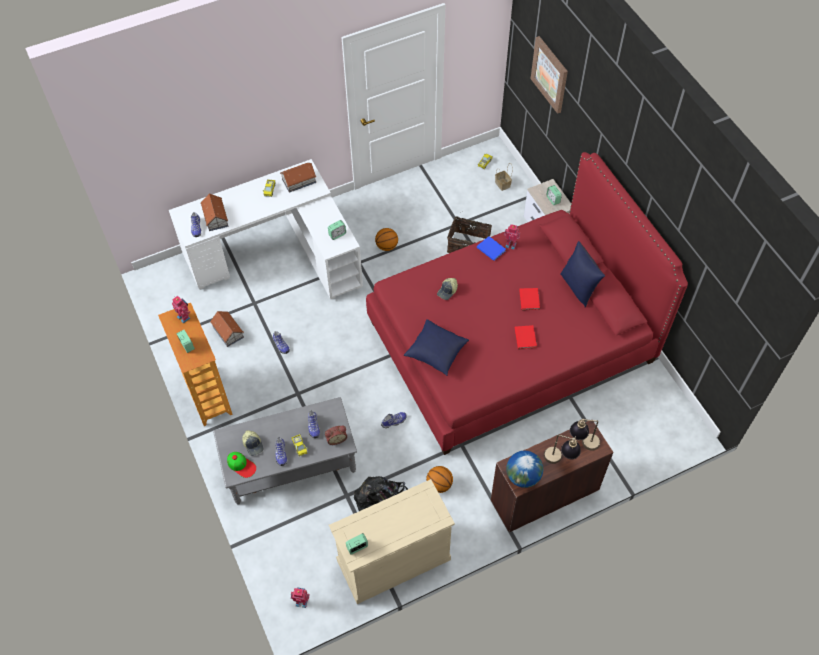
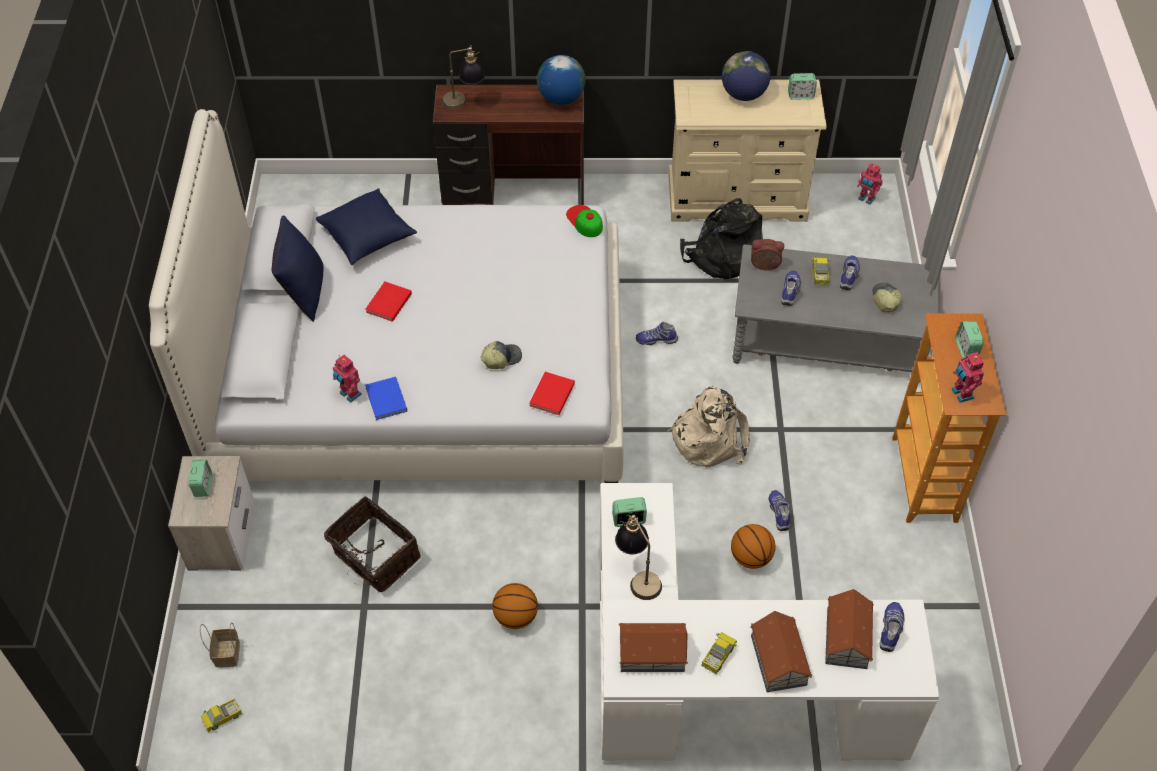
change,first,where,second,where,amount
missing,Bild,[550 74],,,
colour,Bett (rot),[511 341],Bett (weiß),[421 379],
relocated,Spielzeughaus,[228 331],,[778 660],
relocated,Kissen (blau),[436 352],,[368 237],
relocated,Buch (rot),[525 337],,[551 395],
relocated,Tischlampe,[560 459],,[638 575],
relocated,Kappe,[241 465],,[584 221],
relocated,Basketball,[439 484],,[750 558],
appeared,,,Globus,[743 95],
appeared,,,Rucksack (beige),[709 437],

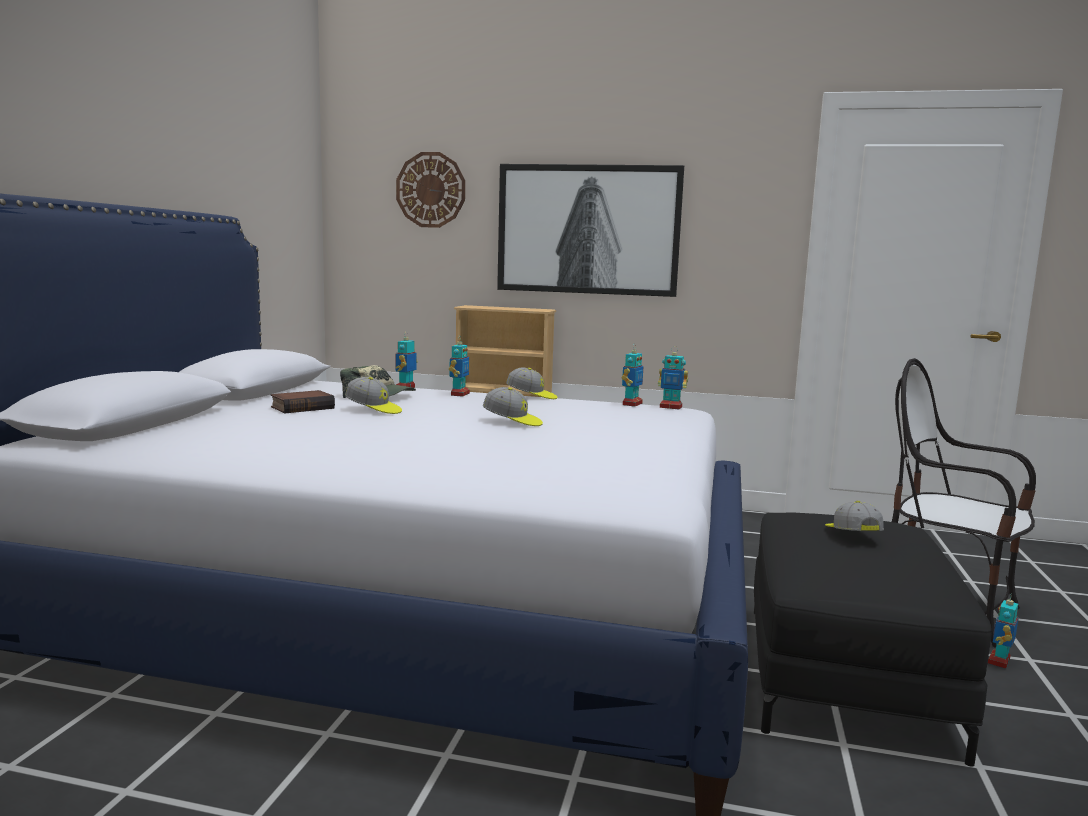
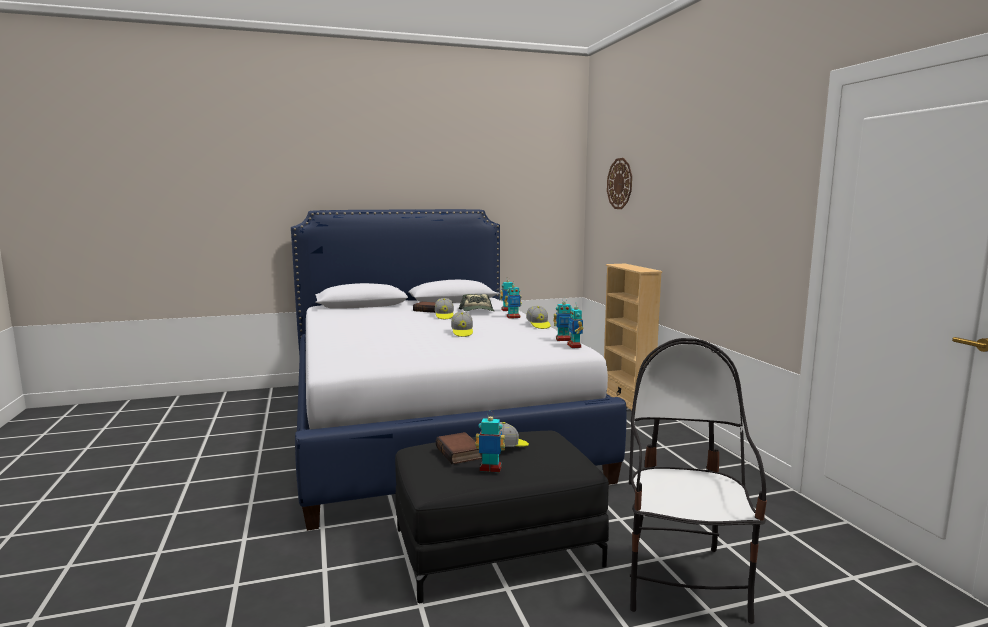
change,first,where,second,where,amount
missing,Bild,[588 230],,,
relocated,Spielzeugroboter,[999 661],,[490 469],
appeared,,,Buch,[460 453],

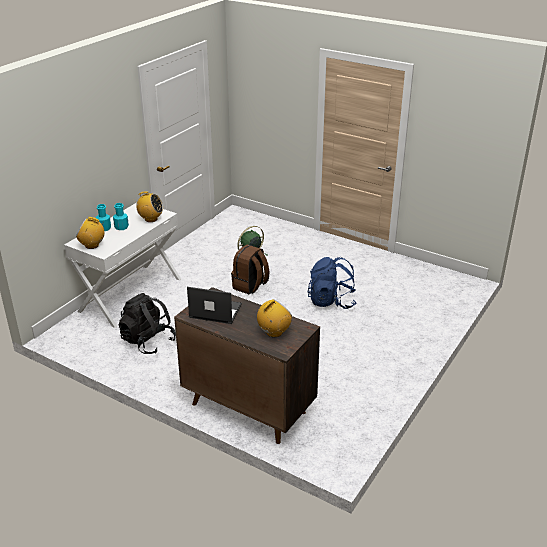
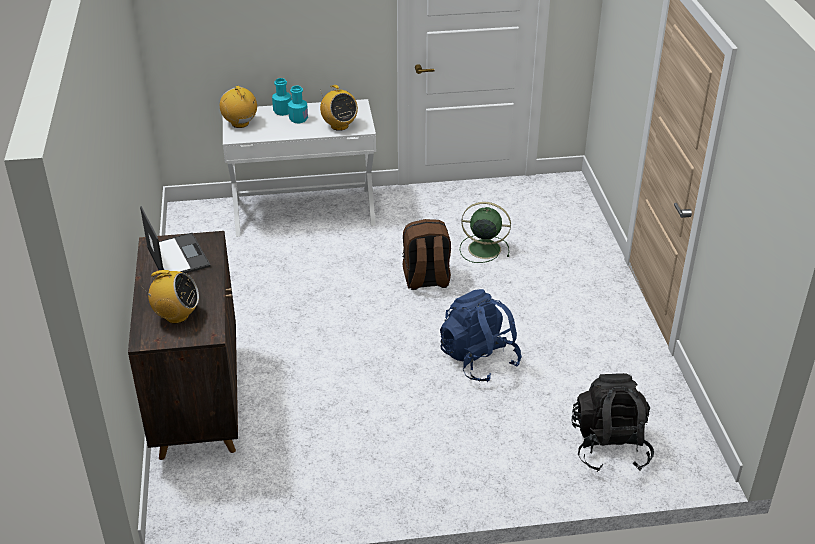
change,first,where,second,where,amount
relocated,Rucksack (schwarz),[148 341],,[609 447],

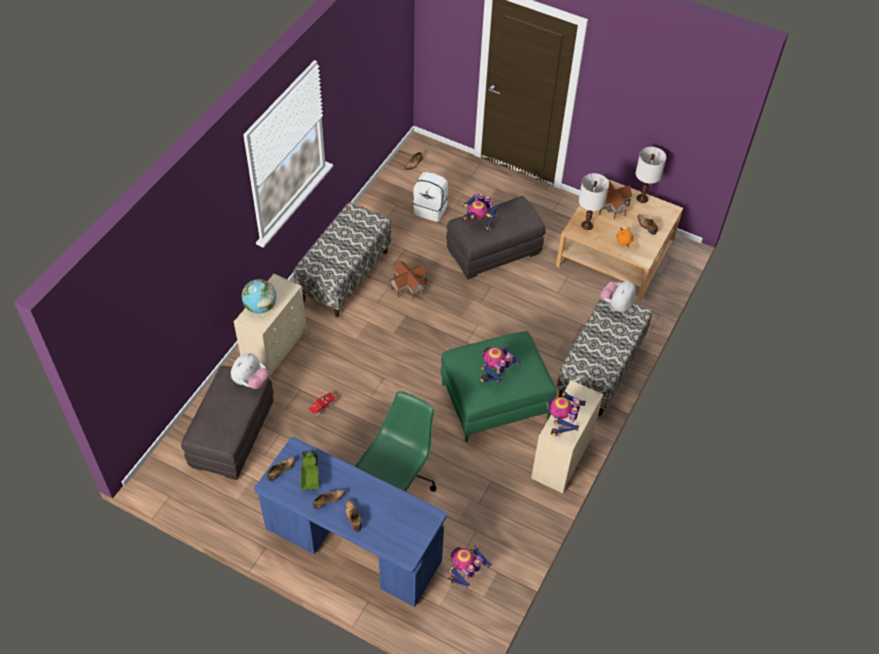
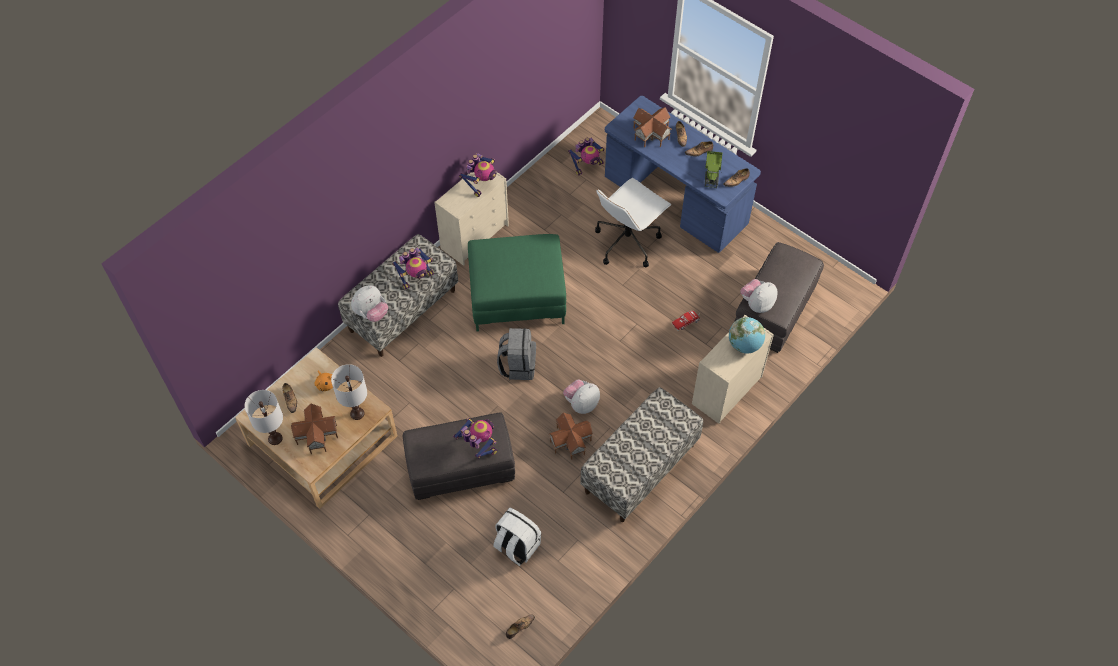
change,first,where,second,where,amount
relocated,Spielzeugroboter,[496 374],,[416 277],
colour,Bürostuhl (grün),[397 483],Bürostuhl (weiß),[627 242],
appeared,,,Spielzeughaus,[652 133],
appeared,,,Rucksack (grau),[518 365],
appeared,,,Plüschtier,[581 403],

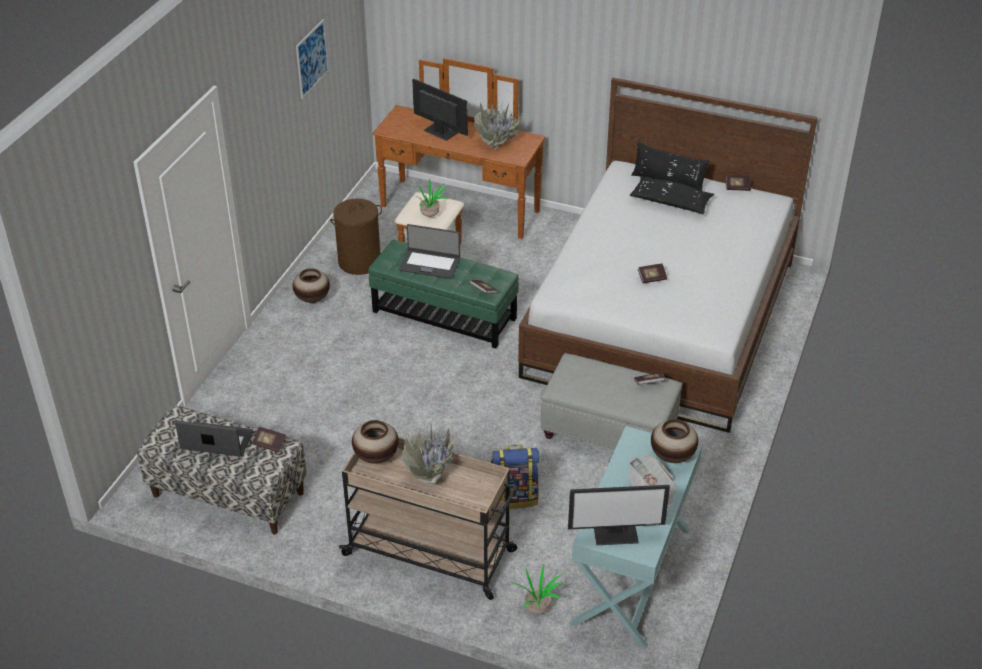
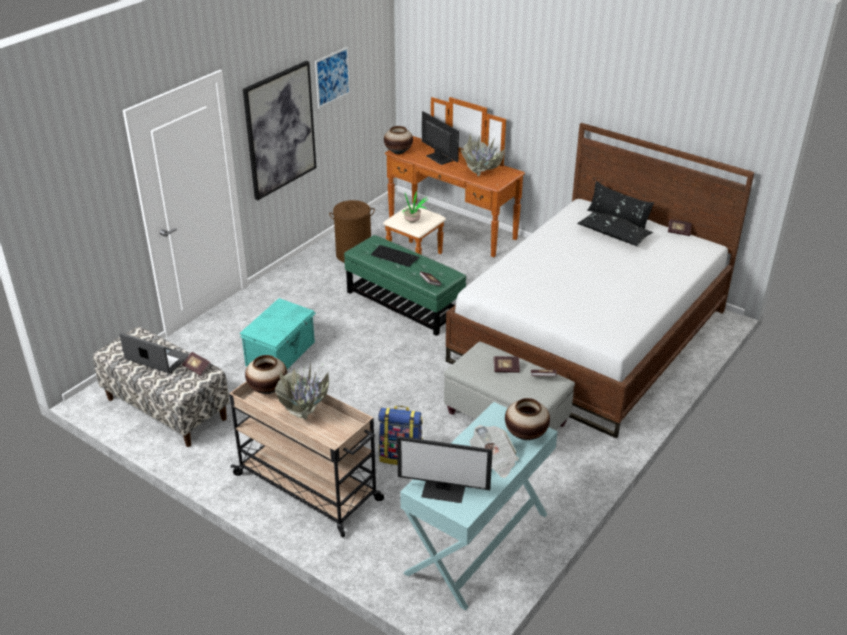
change,first,where,second,where,amount
exchanged,Laptop,[429 264],Tastatur,[394 256],
relocated,Buch,[652 278],,[506 369],
relocated,Vase,[312 298],,[398 152],
missing,Topfpflanze,[537 608],,,
appeared,,,Bild,[280 130],
appeared,,,Aufbewahrungsbox (türkis),[281 353],

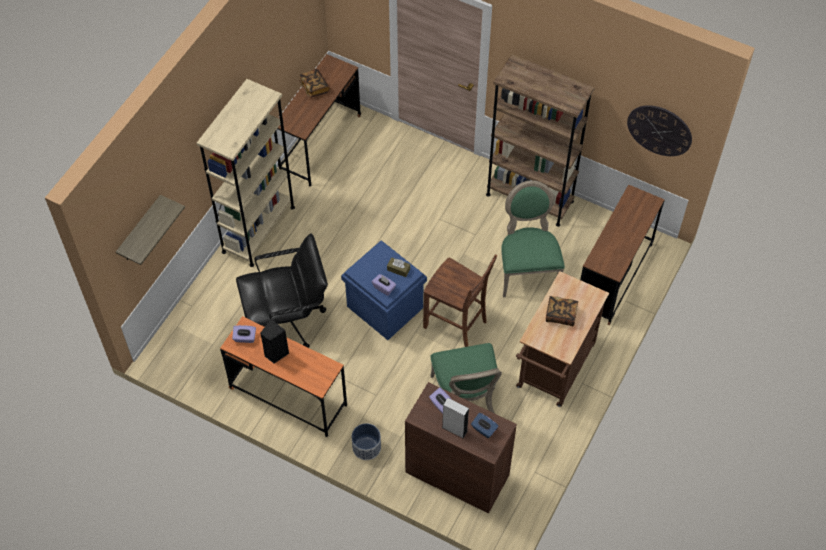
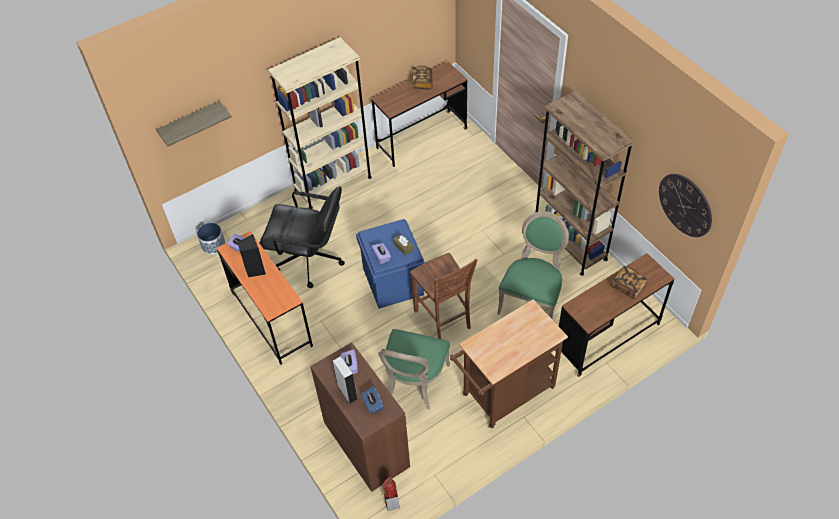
change,first,where,second,where,amount
relocated,Buch,[561 315],,[628 287],
relocated,Pflanzkübel,[366 447],,[213 245],
appeared,,,Feuerlöscher,[391 503],

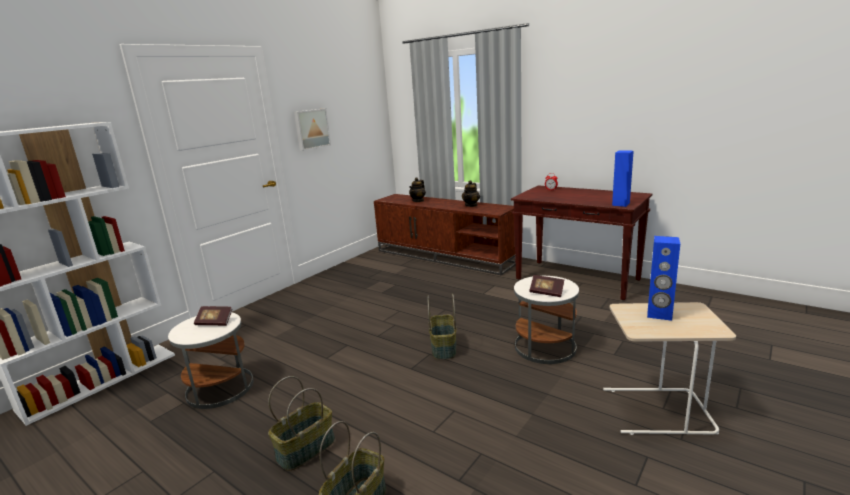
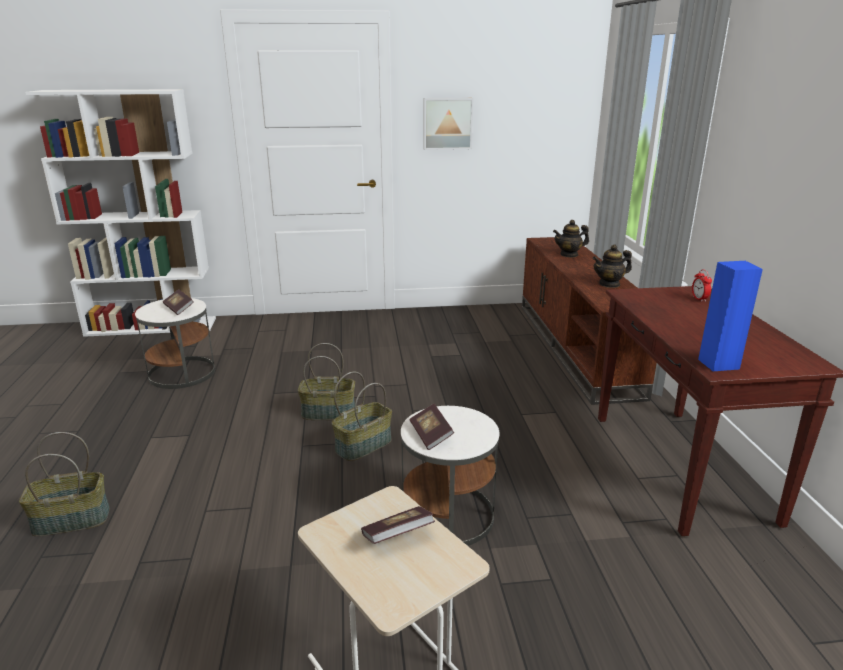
change,first,where,second,where,amount
exchanged,Lautsprecher (blau),[659 314],Buch,[397 536],
relocated,Korb,[306 449],,[329 412],

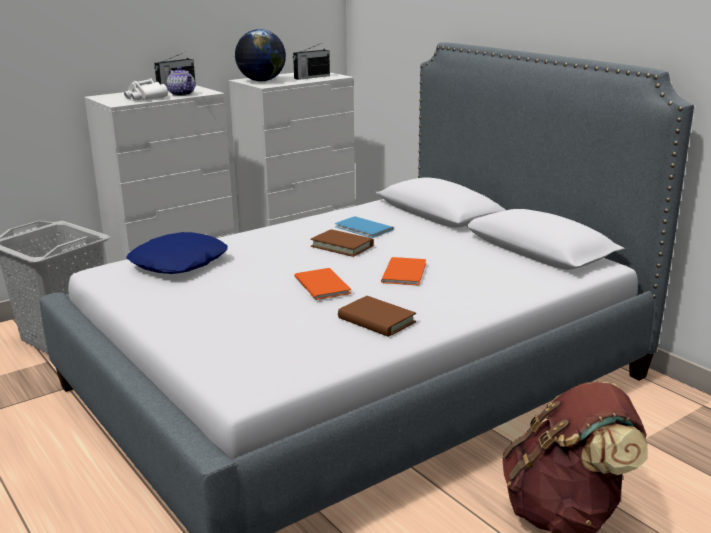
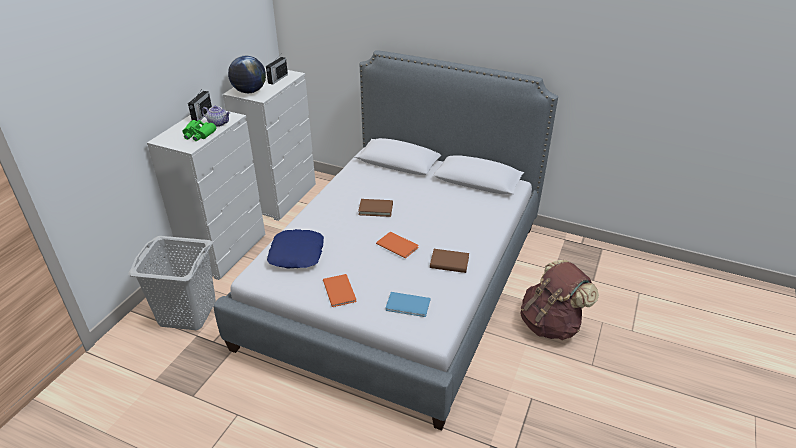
change,first,where,second,where,amount
colour,Fernglas (weiß),[145 98],Fernglas (grün),[198 134],
relocated,Buch (blau),[363 229],,[409 306],
relocated,Buch (orange),[406 272],,[340 290],

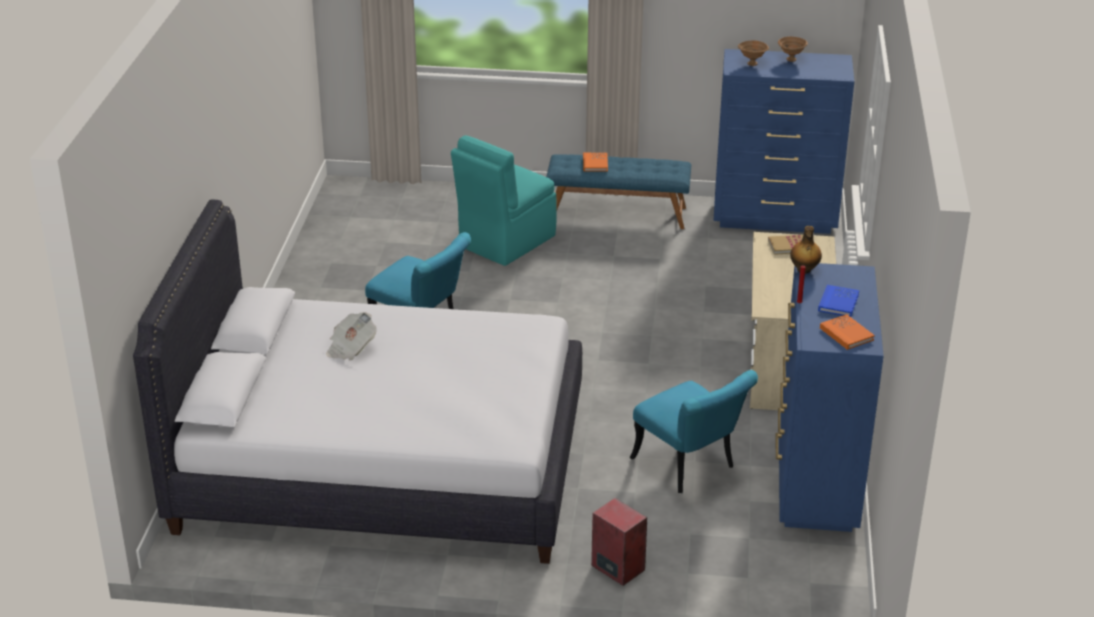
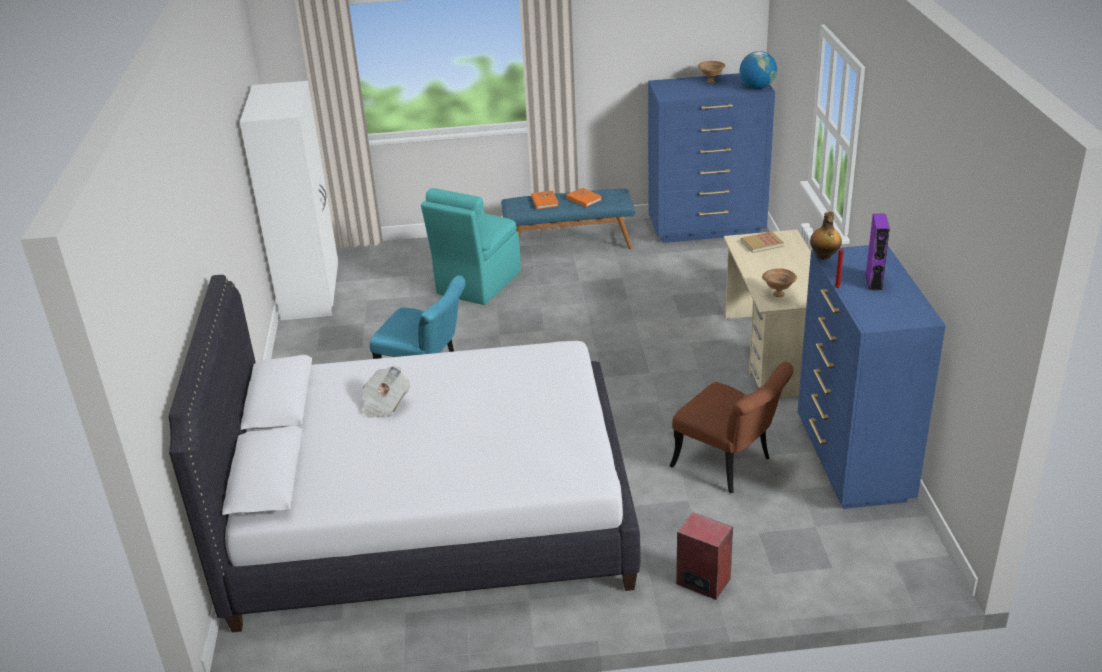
change,first,where,second,where,amount
relocated,Schüssel (braun),[751 63],,[777 294],
exchanged,Buch (blau),[838 303],Lautsprecher (lila),[873 282],
relocated,Buch (orange),[846 334],,[584 199],
colour,Stuhl (türkis),[690 467],Stuhl (braun),[729 466],
appeared,,,Globus,[757 87],
appeared,,,Kleiderschrank (weiß),[311 293],

